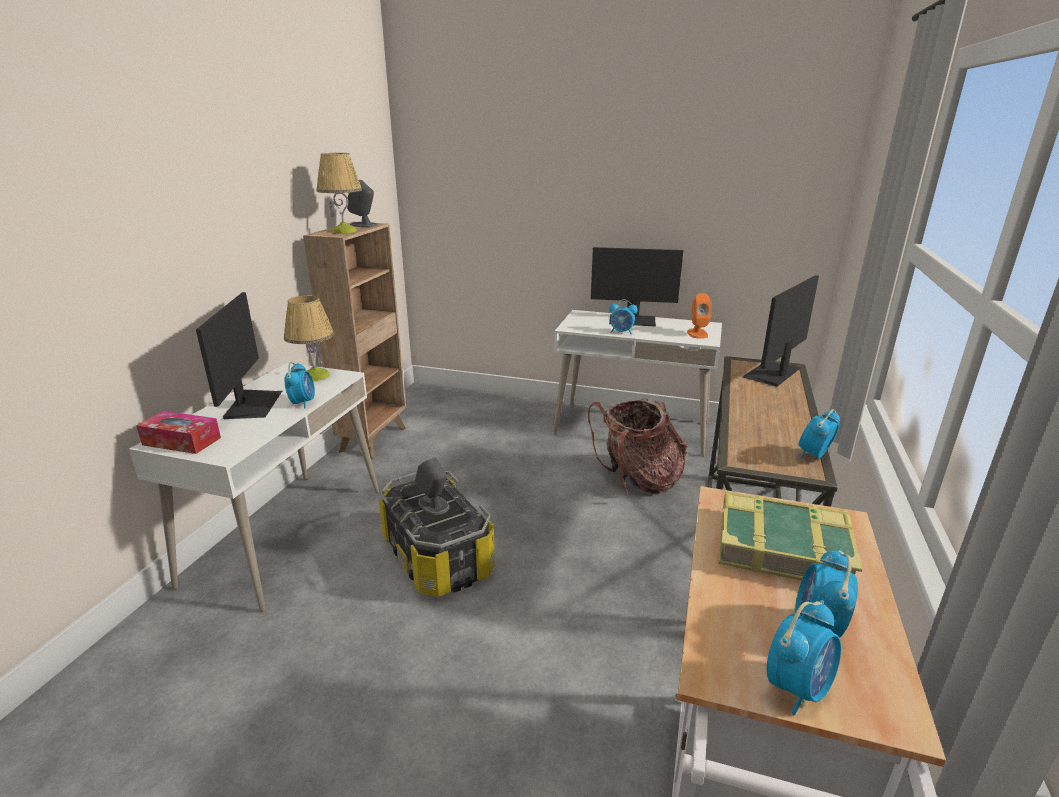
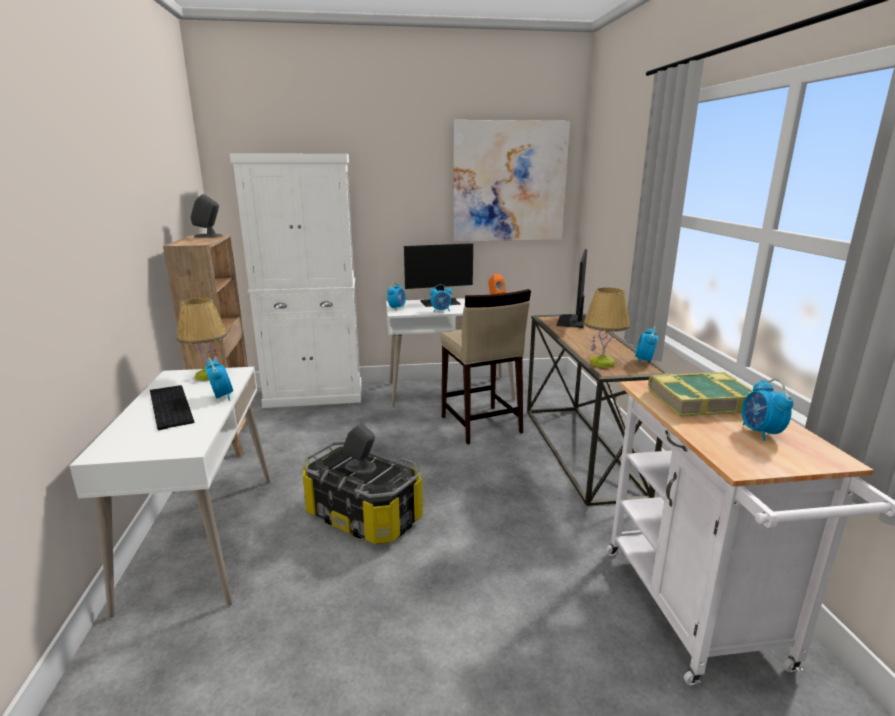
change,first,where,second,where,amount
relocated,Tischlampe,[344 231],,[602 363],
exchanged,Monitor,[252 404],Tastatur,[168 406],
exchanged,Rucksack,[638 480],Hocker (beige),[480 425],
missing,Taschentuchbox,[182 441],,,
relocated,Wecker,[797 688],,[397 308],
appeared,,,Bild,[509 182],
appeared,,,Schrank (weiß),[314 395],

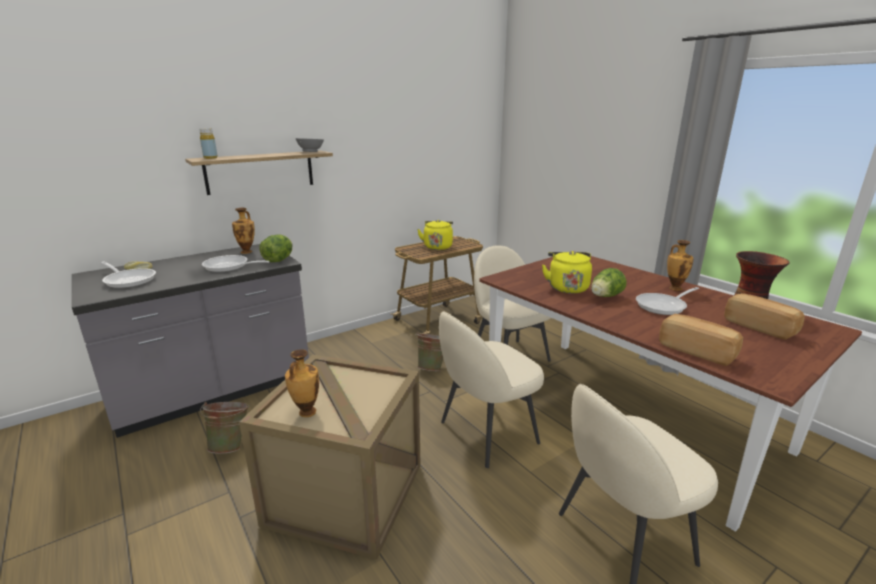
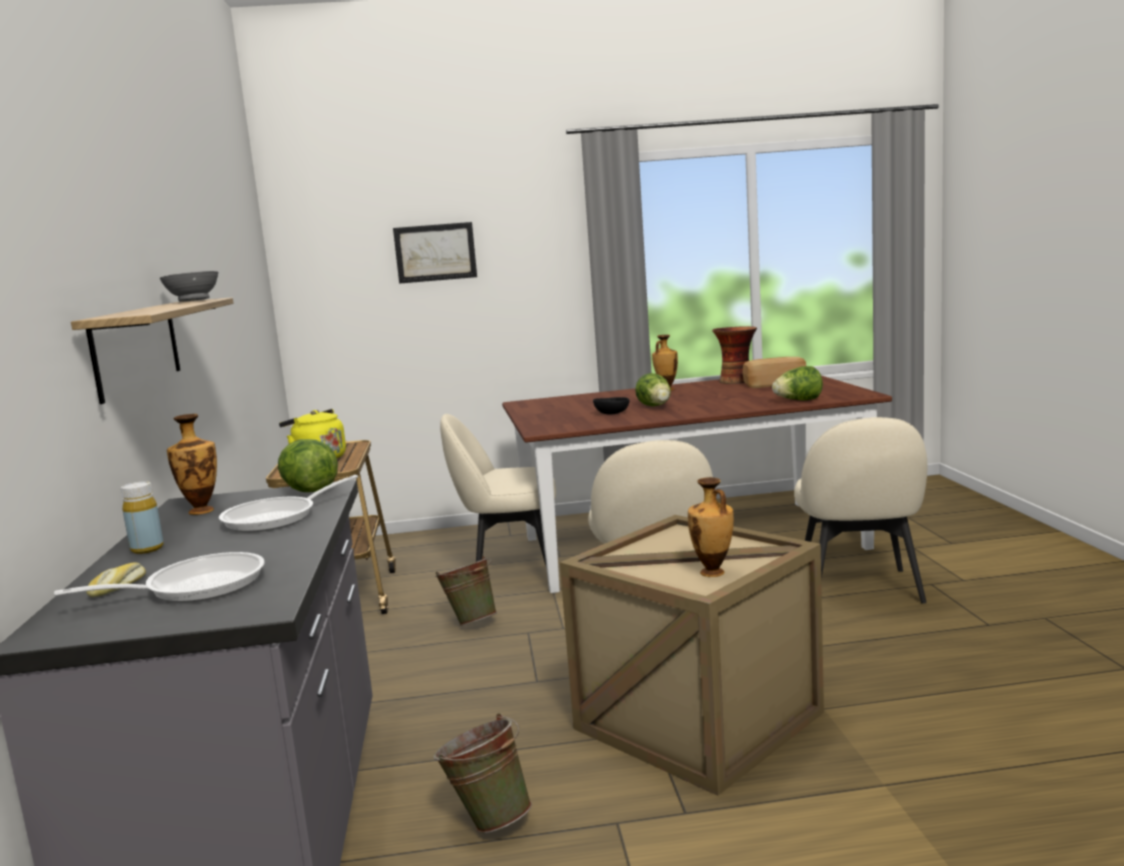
change,first,where,second,where,amount
relocated,Flasche (gelb),[210 158],,[147 549],
exchanged,Wasserkessel (gelb),[567 287],Schüssel (schwarz),[612 413],
missing,Pfanne,[663 306],,,
exchanged,Brot,[697 350],Salatkopf,[798 401],
appeared,,,Bild,[435 252],

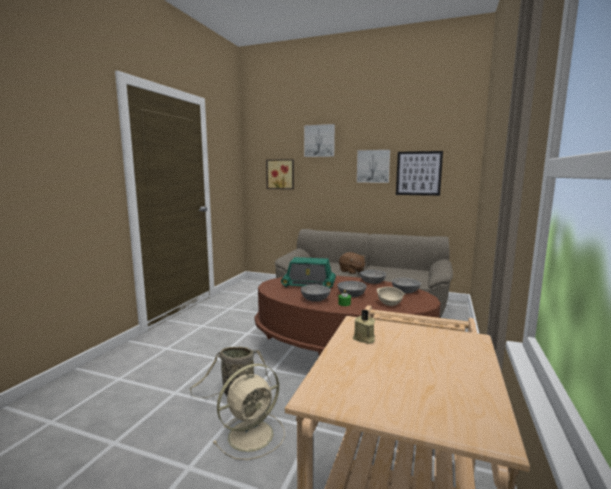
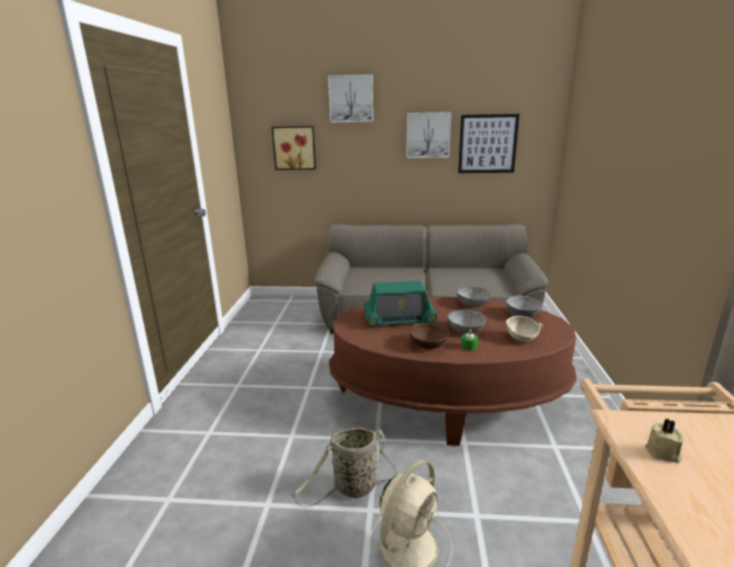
change,first,where,second,where,amount
missing,Plüschtier (braun),[351 271],,,
colour,Schüssel (grau),[315 299],Schüssel (braun),[427 344],

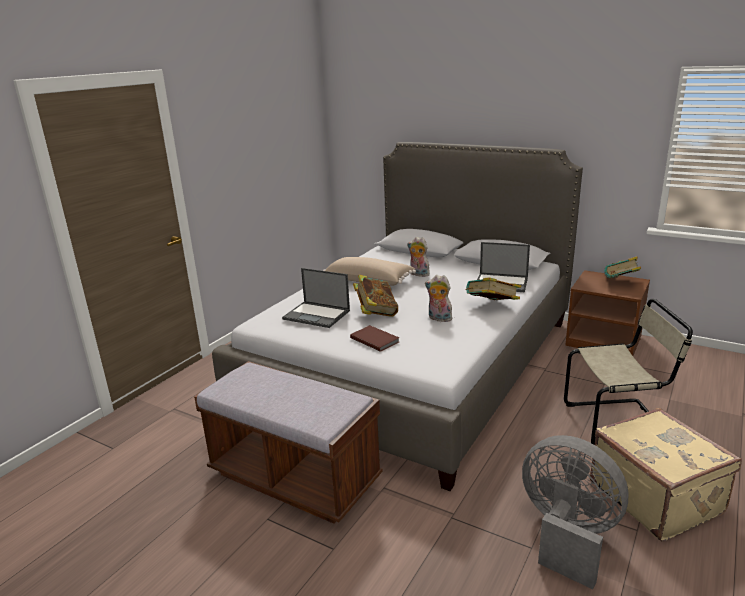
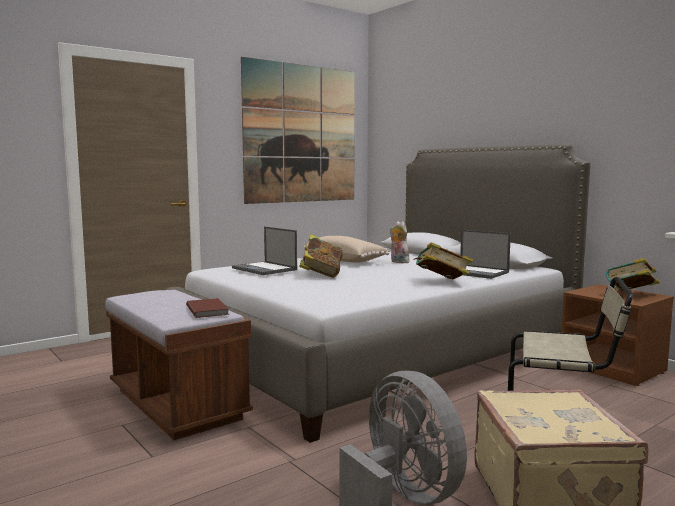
change,first,where,second,where,amount
missing,Plüschtier,[438 319],,,
relocated,Buch (braun),[375 339],,[208 310],
appeared,,,Bild,[301 134],

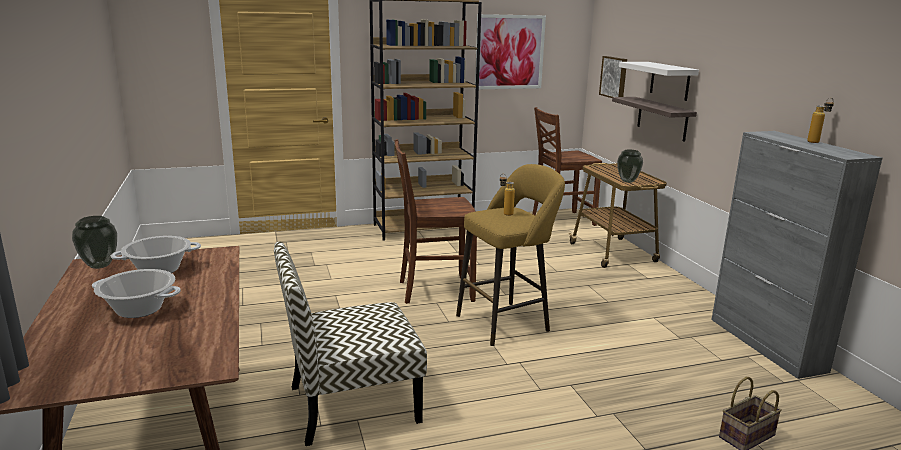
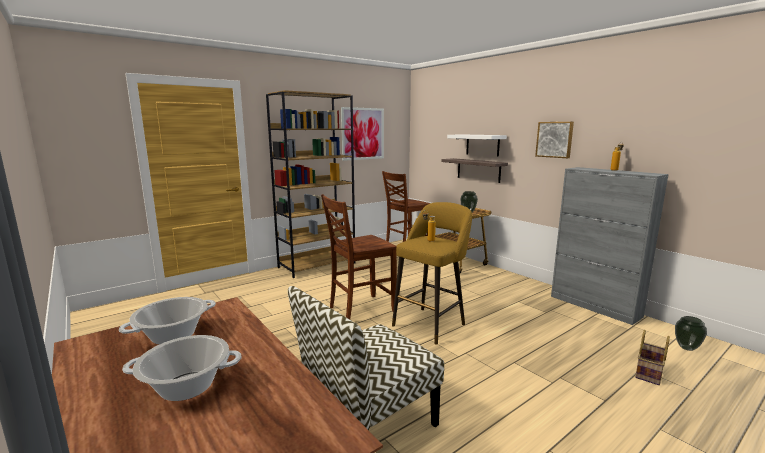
change,first,where,second,where,amount
relocated,Bild,[614 77],,[554 139],
relocated,Vase,[100 265],,[686 348],

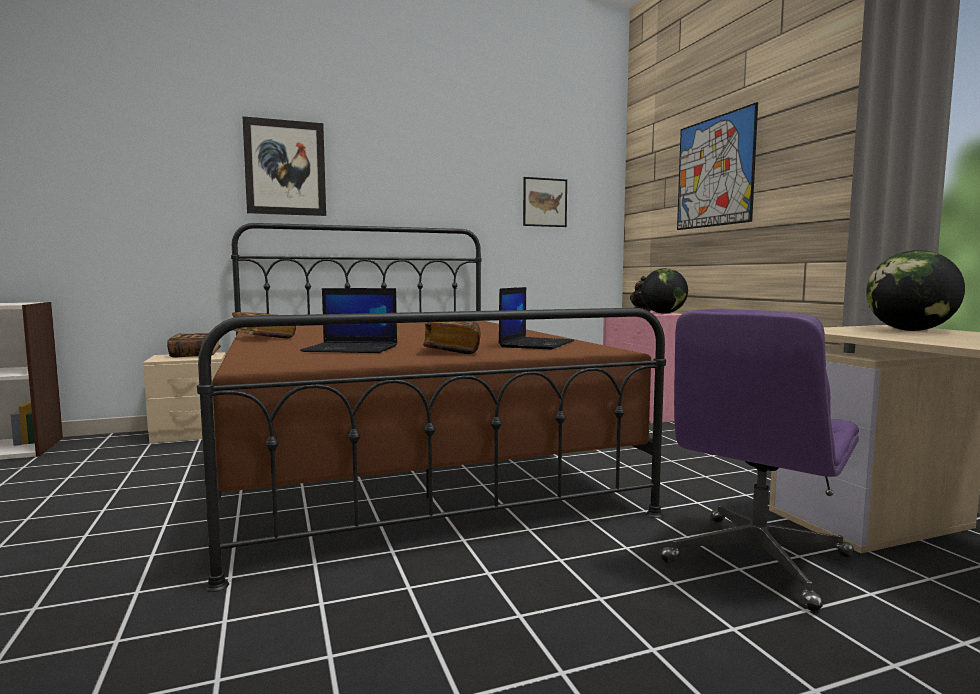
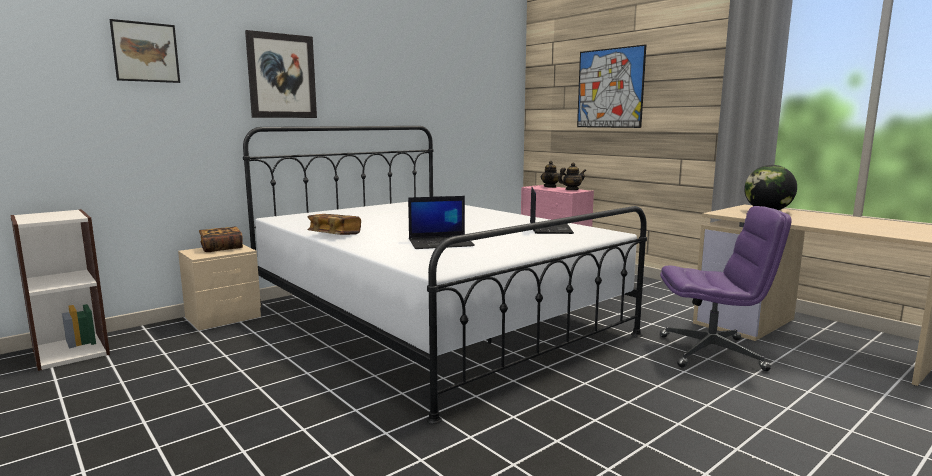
change,first,where,second,where,amount
relocated,Bild,[544 202],,[146 52],
colour,Bett (braun),[401 459],Bett (weiß),[432 318],
exchanged,Globus,[663 313],Teekanne,[571 190],
spun,Bürostuhl (lila),[757 560],,[712 352],105 degrees counterclockwise
missing,Buch,[453 351],,,

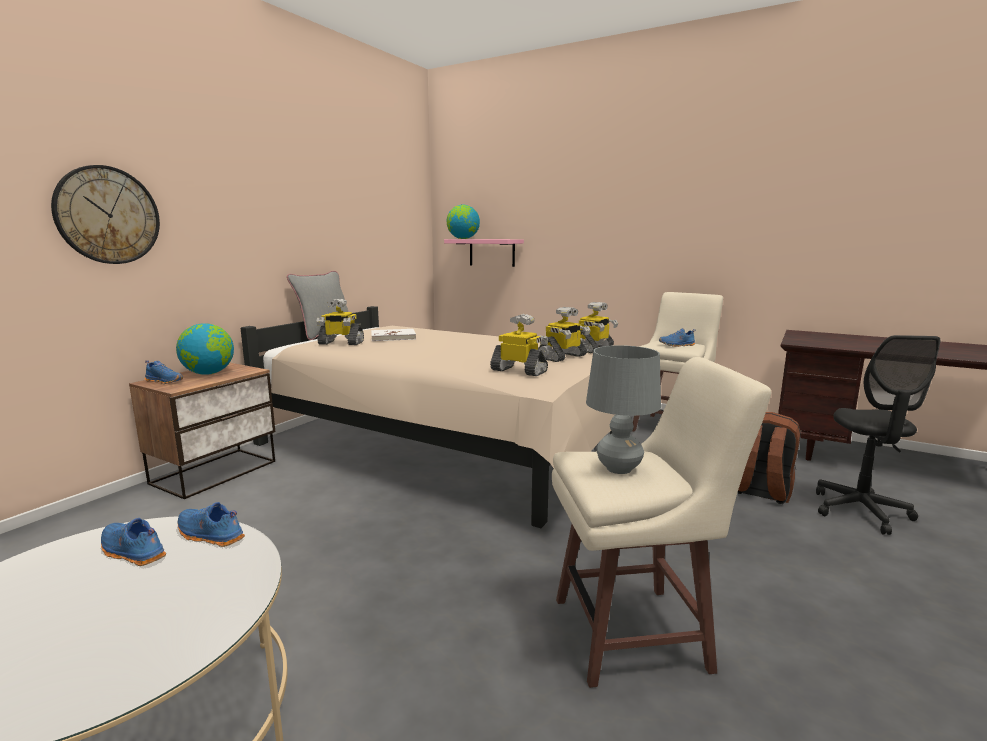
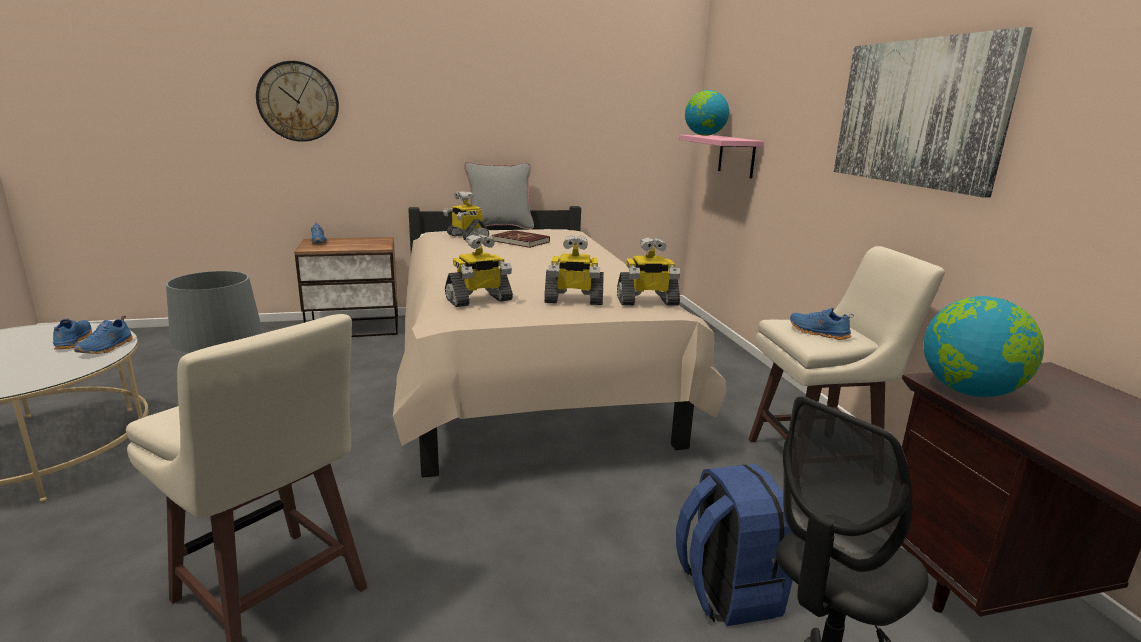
change,first,where,second,where,amount
spun,Spielzeugroboter,[520 371],,[479 300],75 degrees clockwise
relocated,Globus,[209 373],,[969 392],
colour,Buch (weiß),[393 337],Buch (rot),[521 241],
colour,Rucksack (braun),[760 491],Rucksack (blau),[726 591],
spun,Schuh (blau),[209 536],,[107 348],150 degrees counterclockwise
appeared,,,Bild,[918 113],

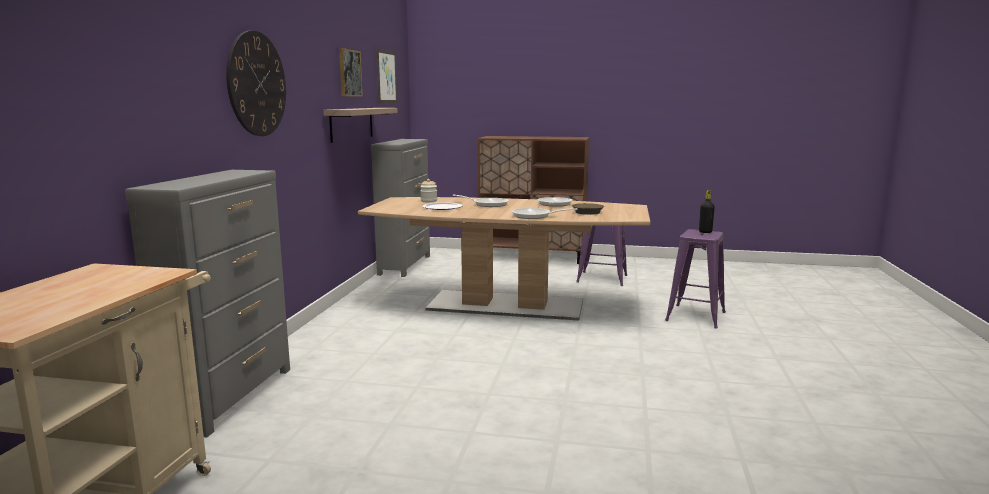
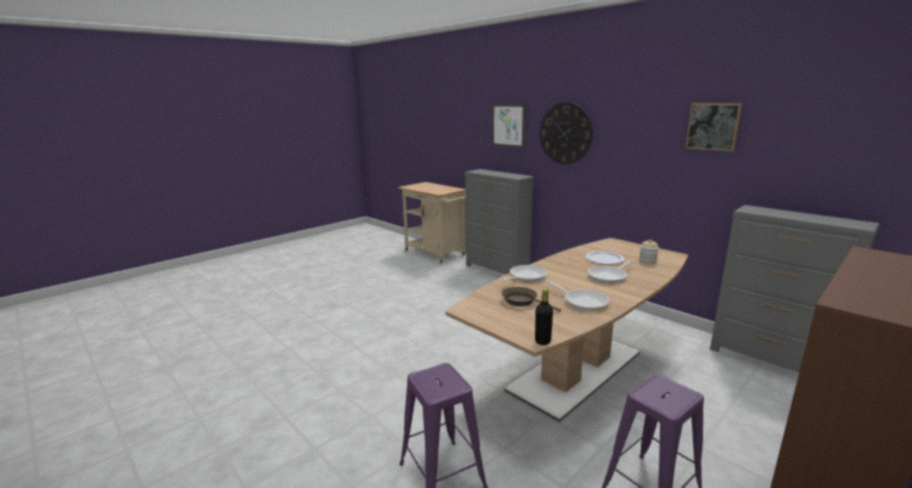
change,first,where,second,where,amount
relocated,Bild,[386 76],,[508 125],
missing,Wandregal,[352 124],,,
relocated,Flasche (schwarz),[705 232],,[542 341],

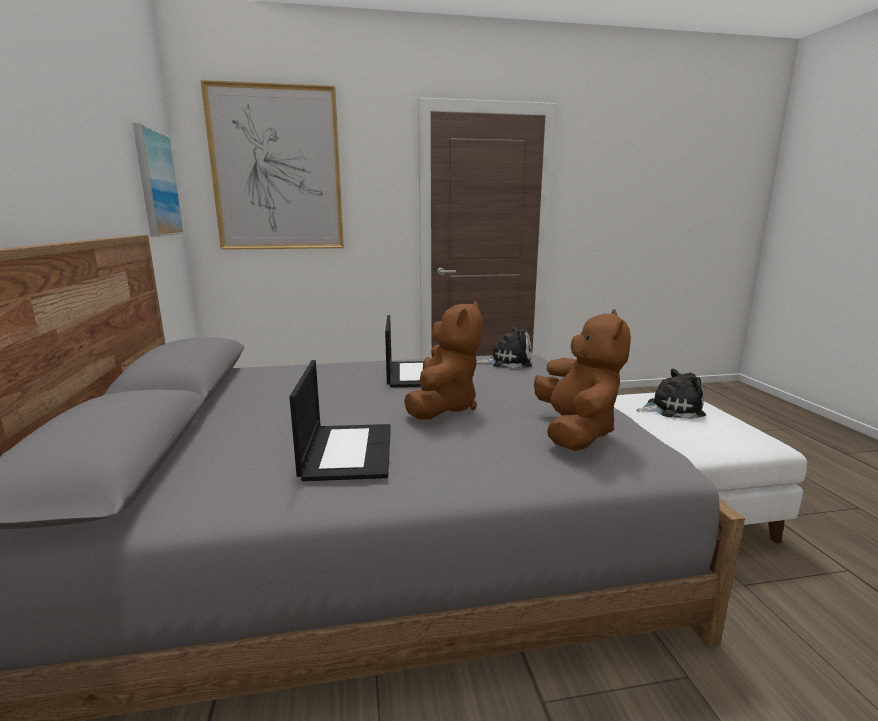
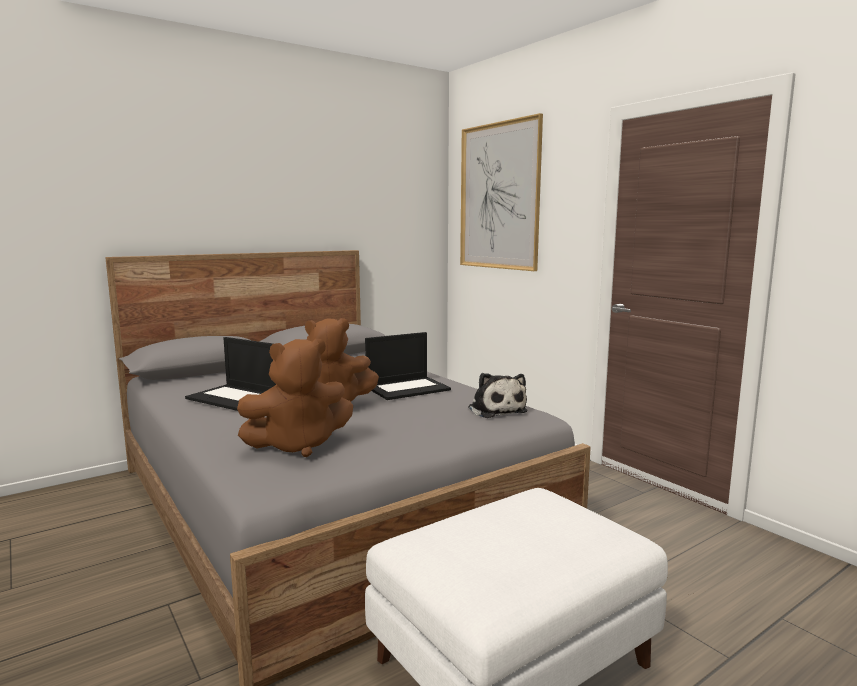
change,first,where,second,where,amount
missing,Bild,[157 184],,,
spun,Laptop,[347 451],,[234 397],60 degrees clockwise
missing,Plüschtier,[671 409],,,

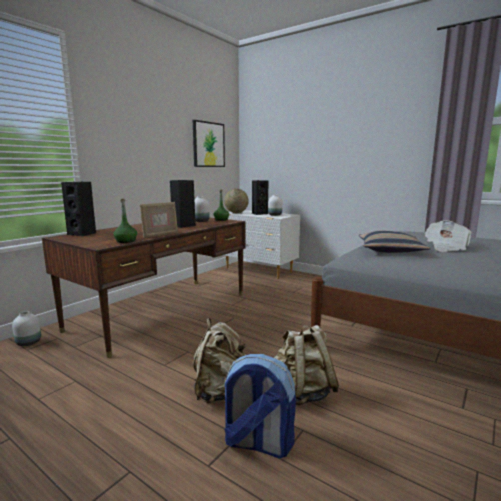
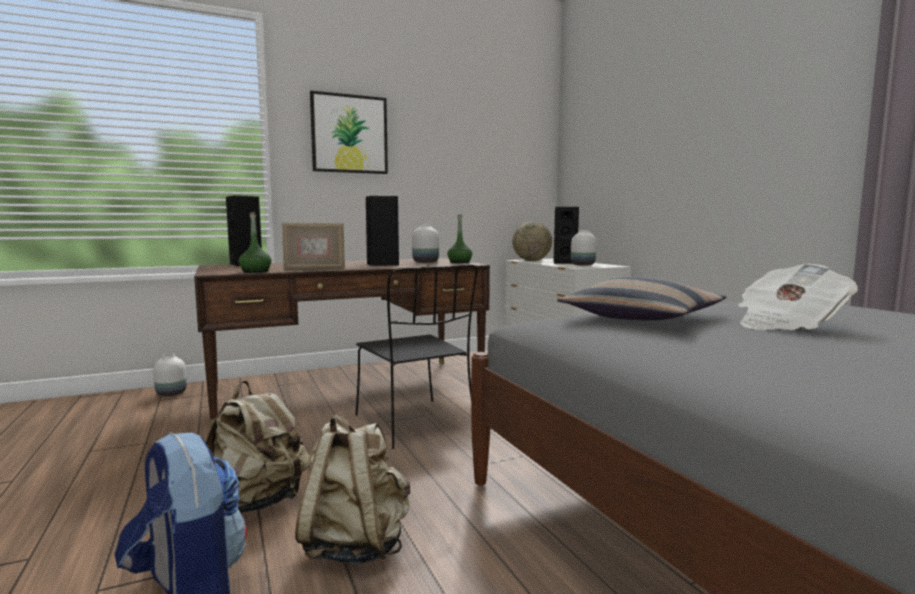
change,first,where,second,where,amount
relocated,Bild,[208 144],,[349 134],
appeared,,,Stuhl (schwarz),[416 424],

